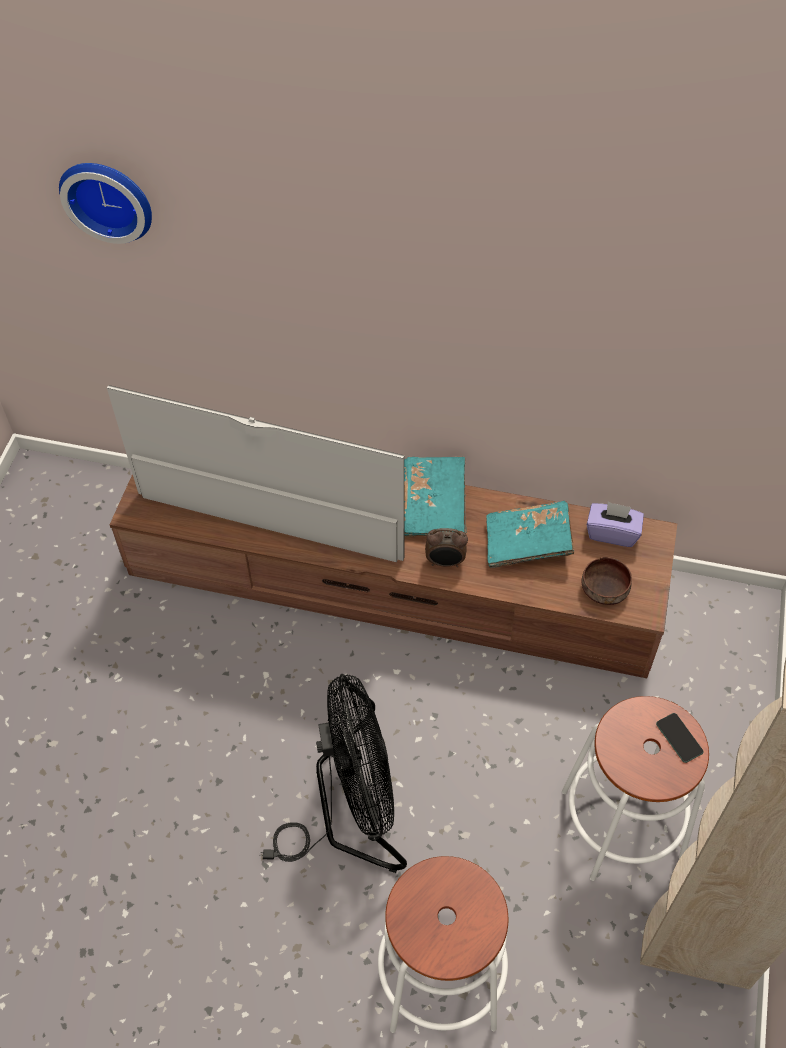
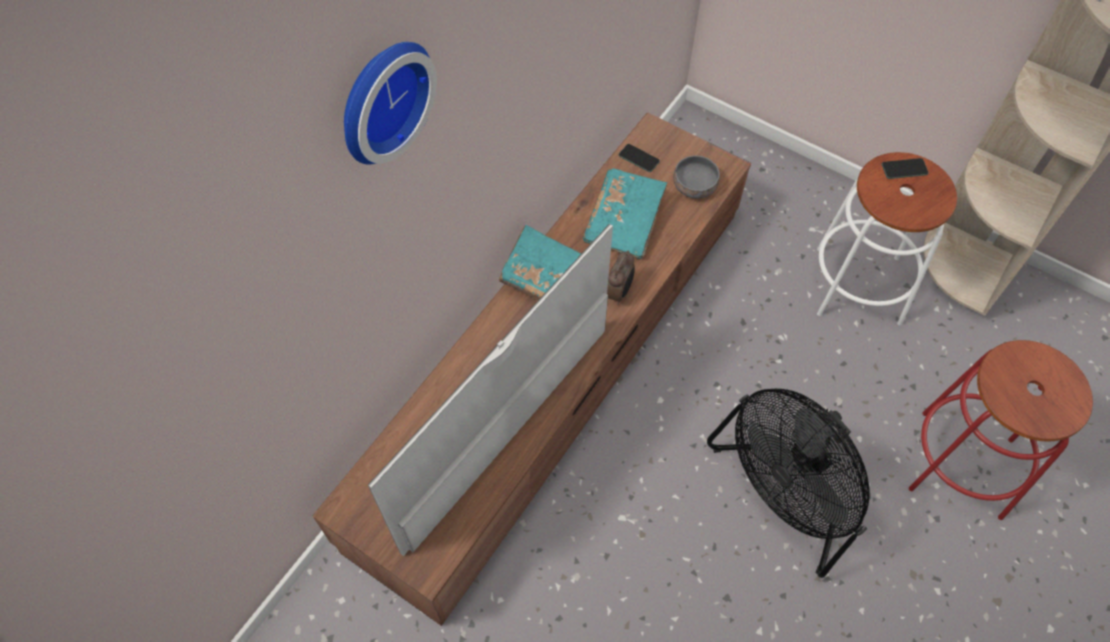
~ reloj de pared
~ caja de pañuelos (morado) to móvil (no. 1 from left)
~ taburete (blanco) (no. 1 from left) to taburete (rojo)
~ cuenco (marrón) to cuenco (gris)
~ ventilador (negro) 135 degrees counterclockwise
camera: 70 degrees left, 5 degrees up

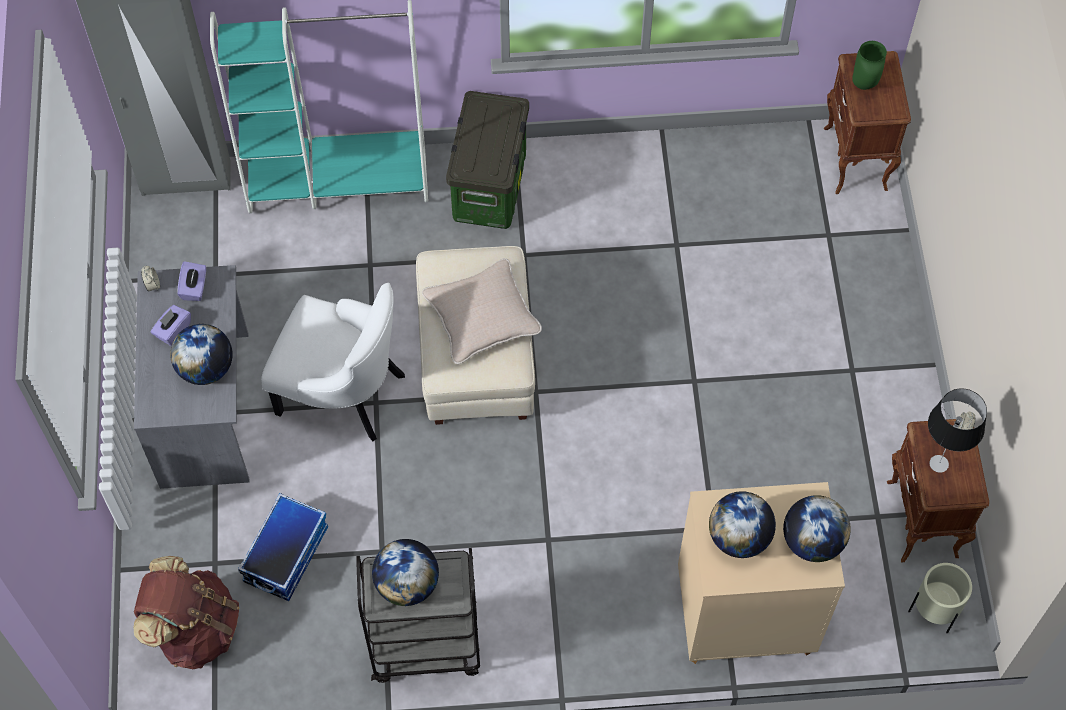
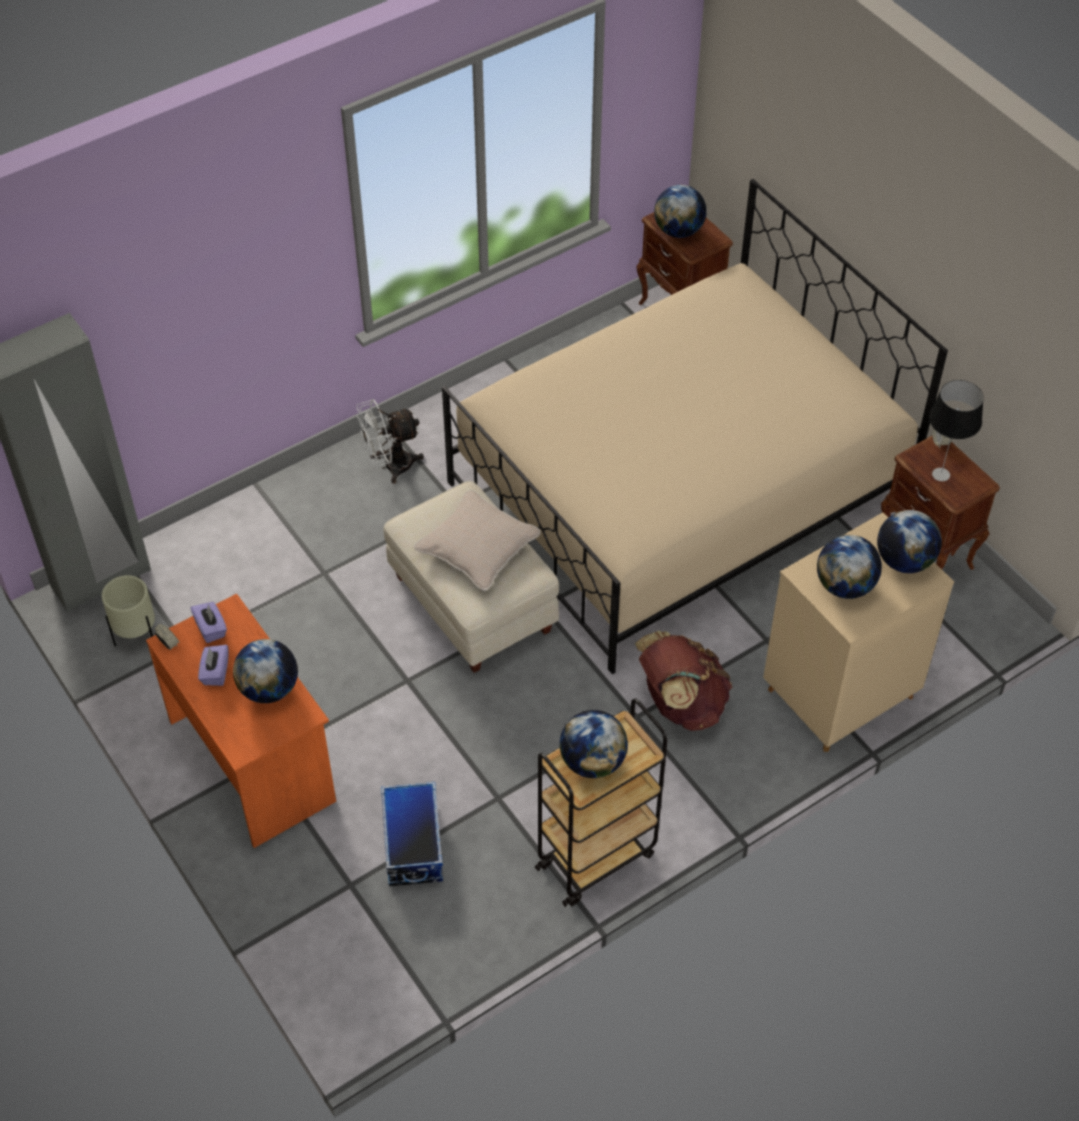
- perchero (turquesa)
- silla (blanco)
+ cama (beis)
~ mochila (marrón)
~ maceta (beis)
~ caja de almacenaje (no. 2 from left) to ventilador (blanco)
~ florero (verde) to globo terráqueo (no. 3 from left)
~ escritorio (gris) to escritorio (naranja)
~ carrito (gris) to carrito (marrón)
camera: 30 degrees left, 10 degrees down

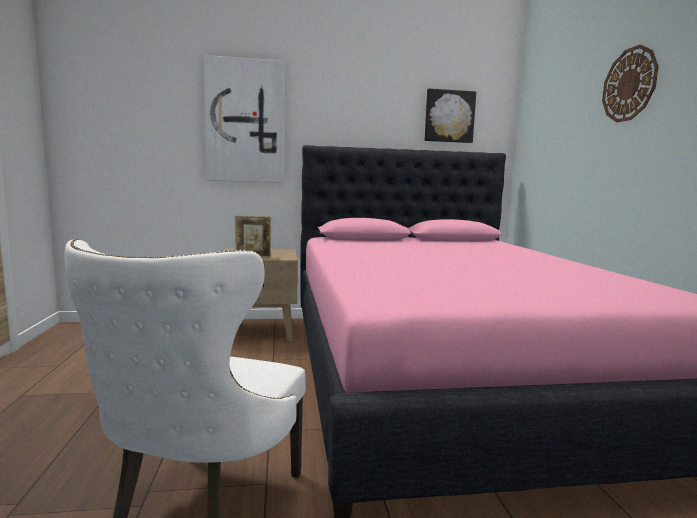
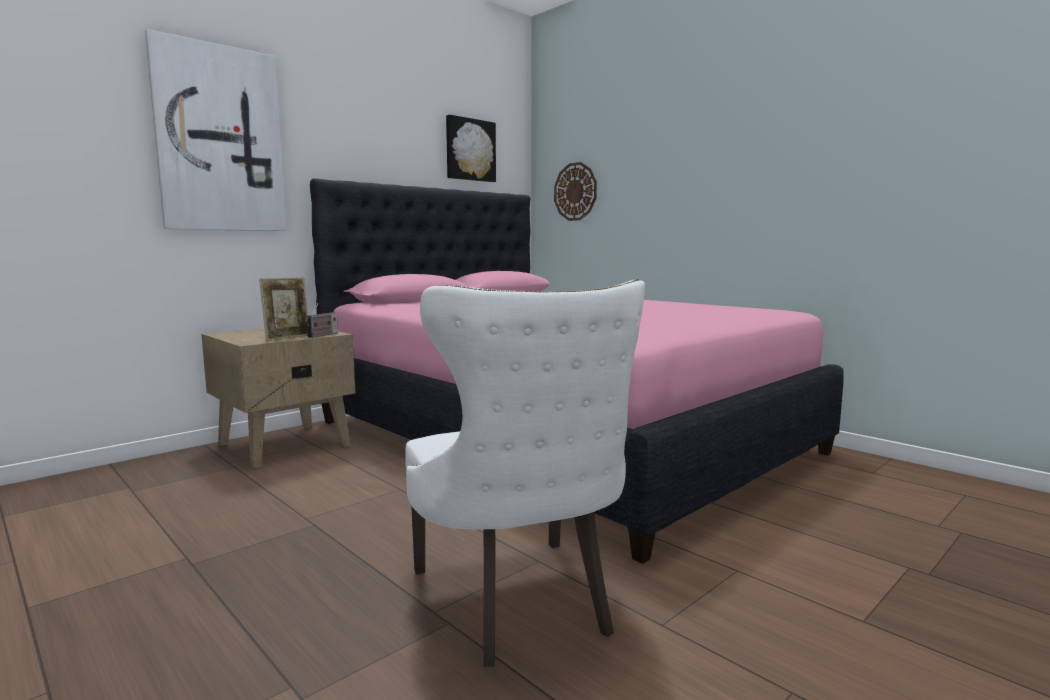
+ radio
~ reloj de pared
camera: 35 degrees left, 0 degrees up

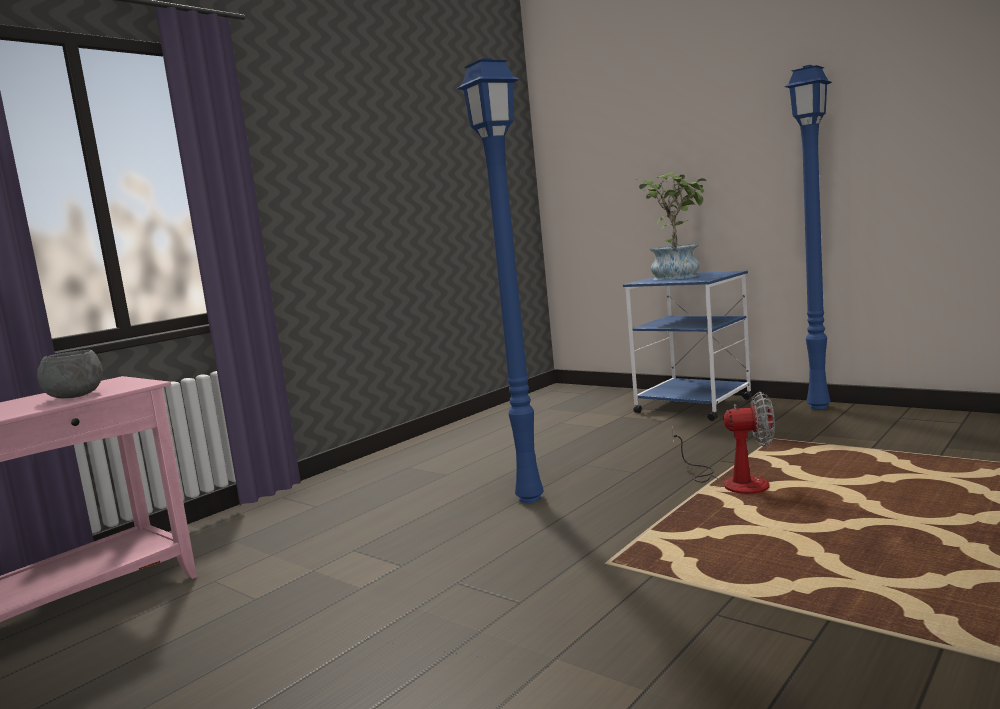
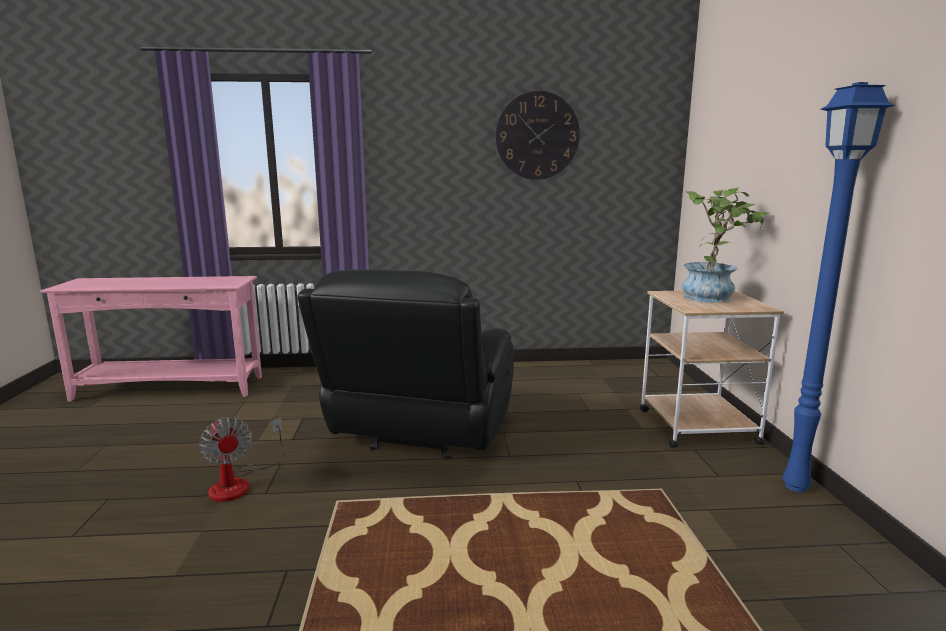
- cuenco (gris)
+ reloj de pared
~ ventilador
~ lámpara de pie (azul) (no. 1 from left) to sillón (negro)
~ carrito (azul) to carrito (beis)
camera: 45 degrees right, 5 degrees up

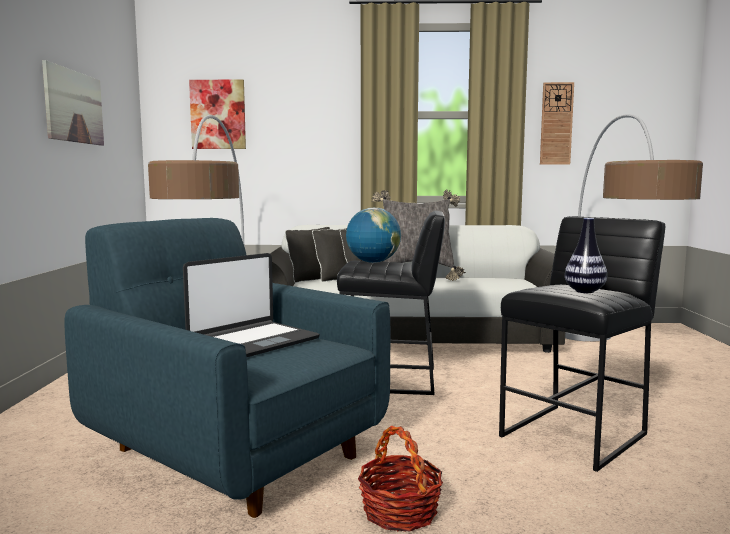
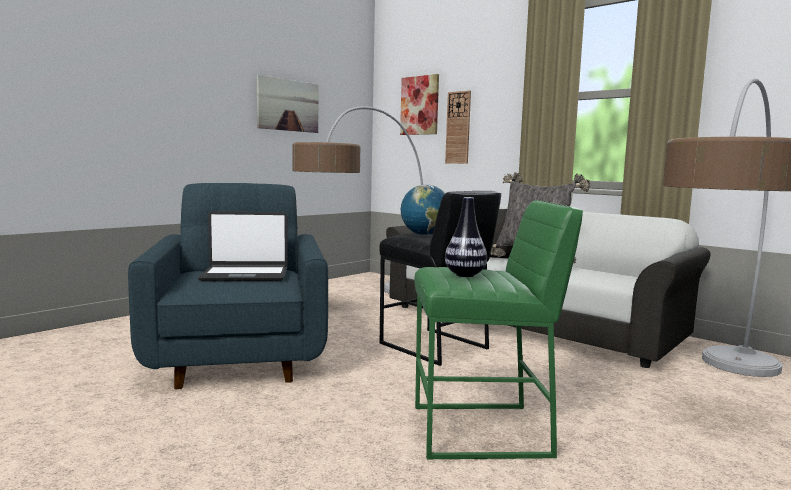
- cesta
~ reloj de pared
~ taburete (negro) (no. 2 from left) to taburete (verde)
camera: 40 degrees right, 0 degrees up

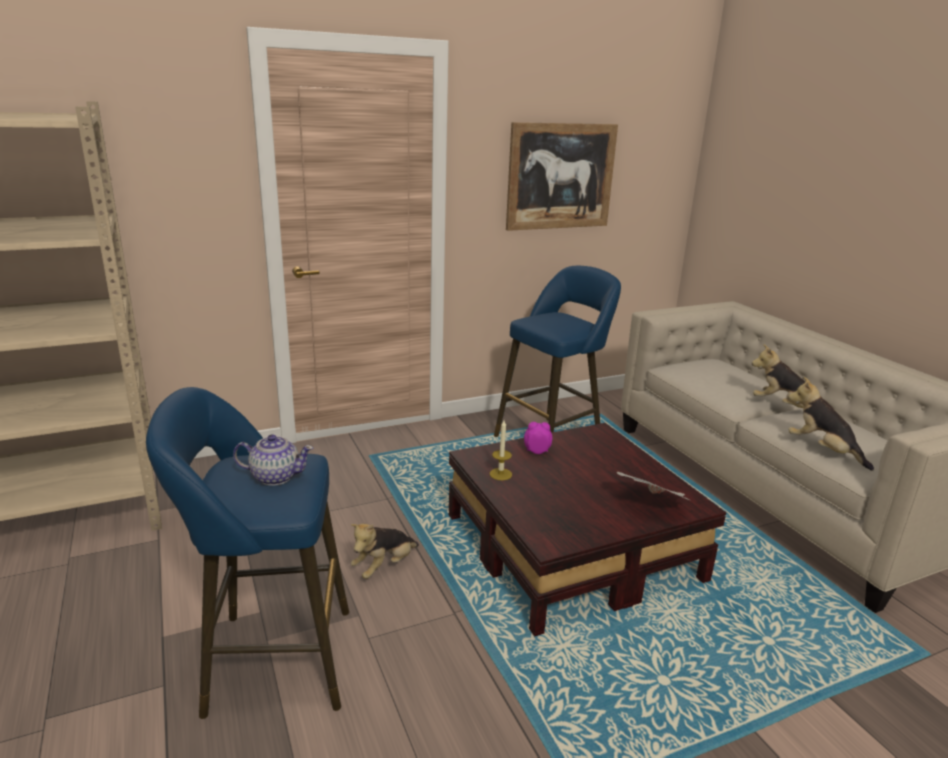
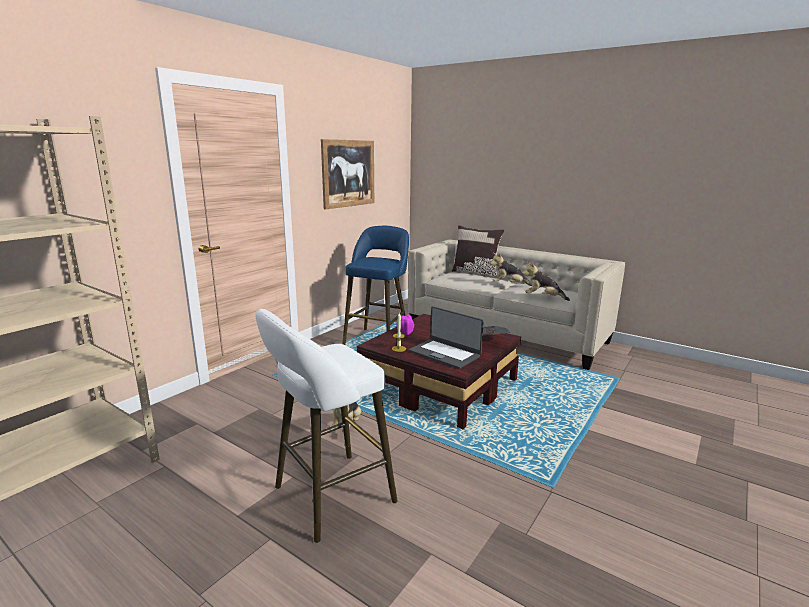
- tetera
+ portátil
+ cojín
~ taburete (azul) (no. 1 from left) to taburete (blanco)
camera: 30 degrees left, 5 degrees down

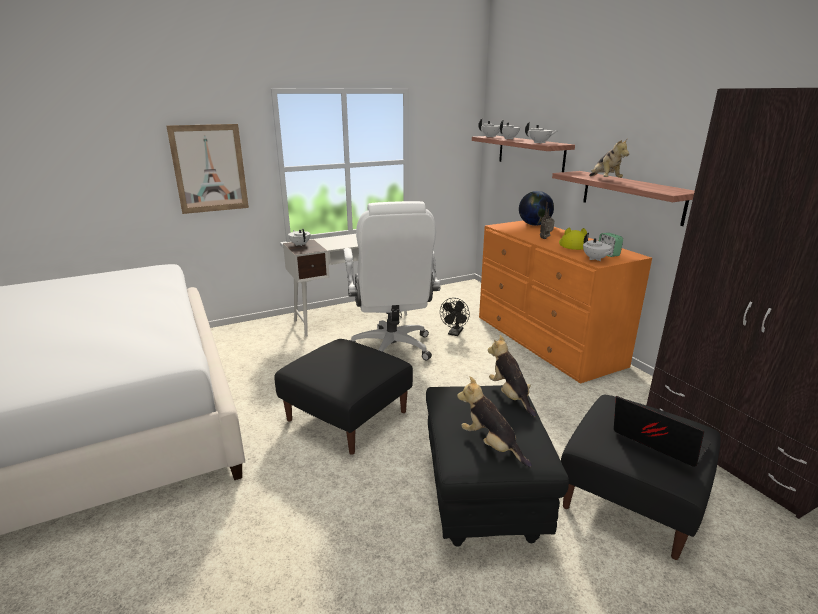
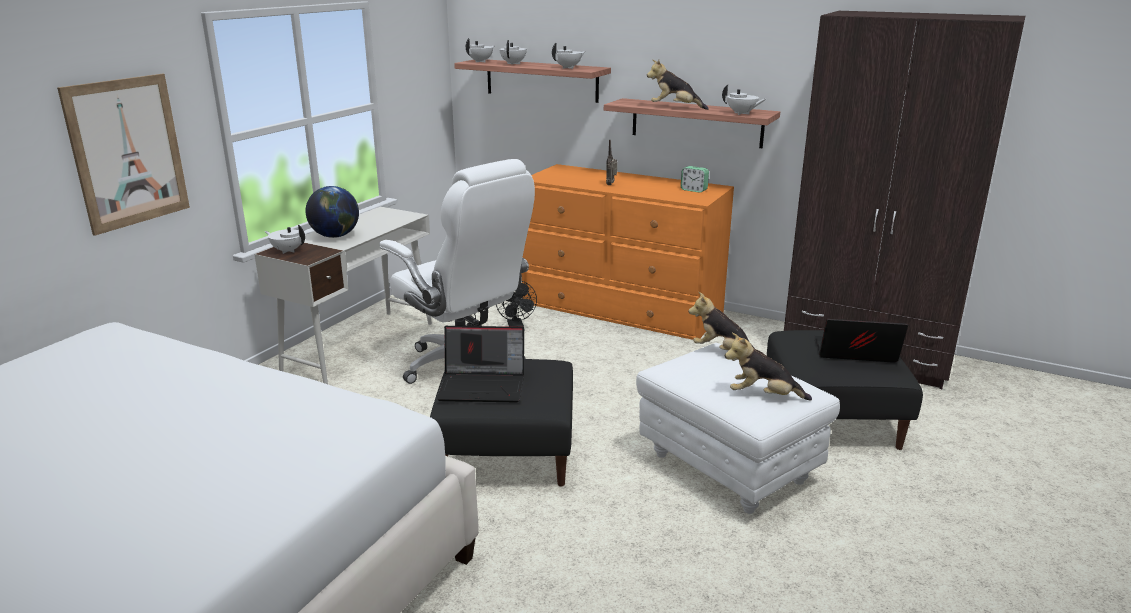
- sombrero (amarillo)
+ portátil (no. 1 from left)
~ globo terráqueo
~ tetera (blanco) (no. 5 from left)
~ puf (negro) (no. 2 from left) to puf (blanco)
~ peluche (no. 3 from left in the first image) 150 degrees clockwise
camera: 35 degrees left, 0 degrees up

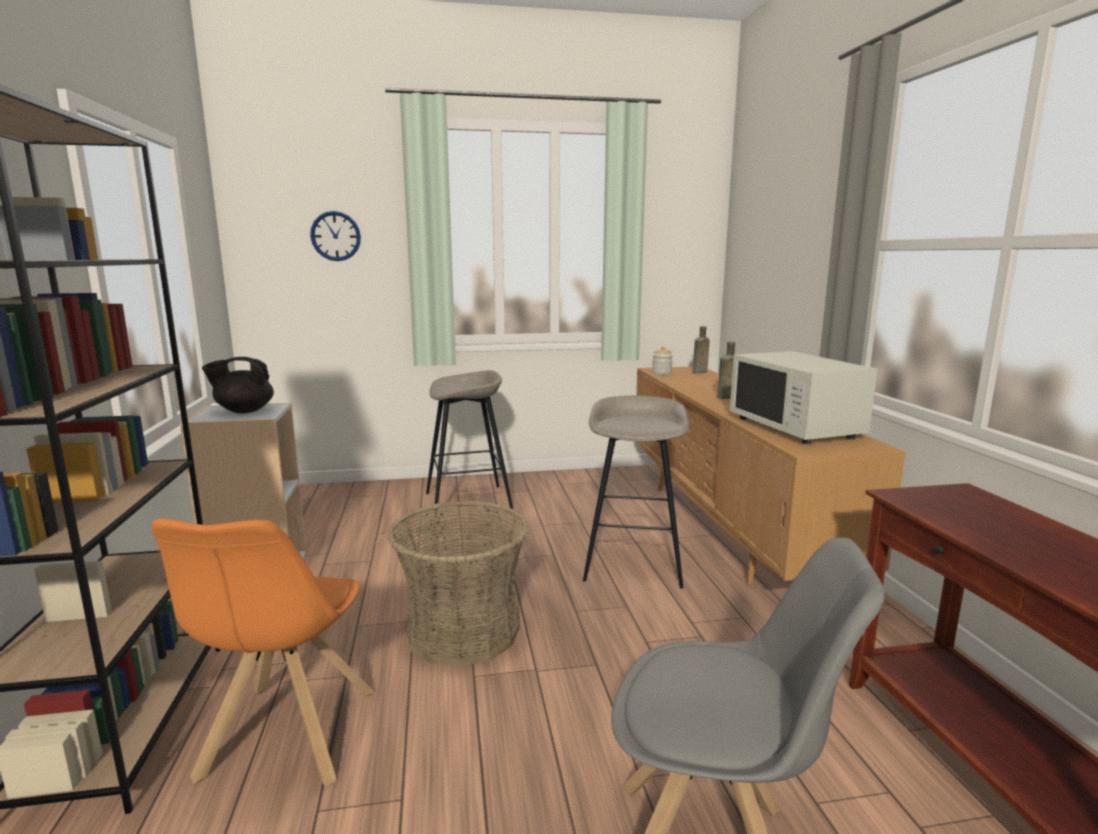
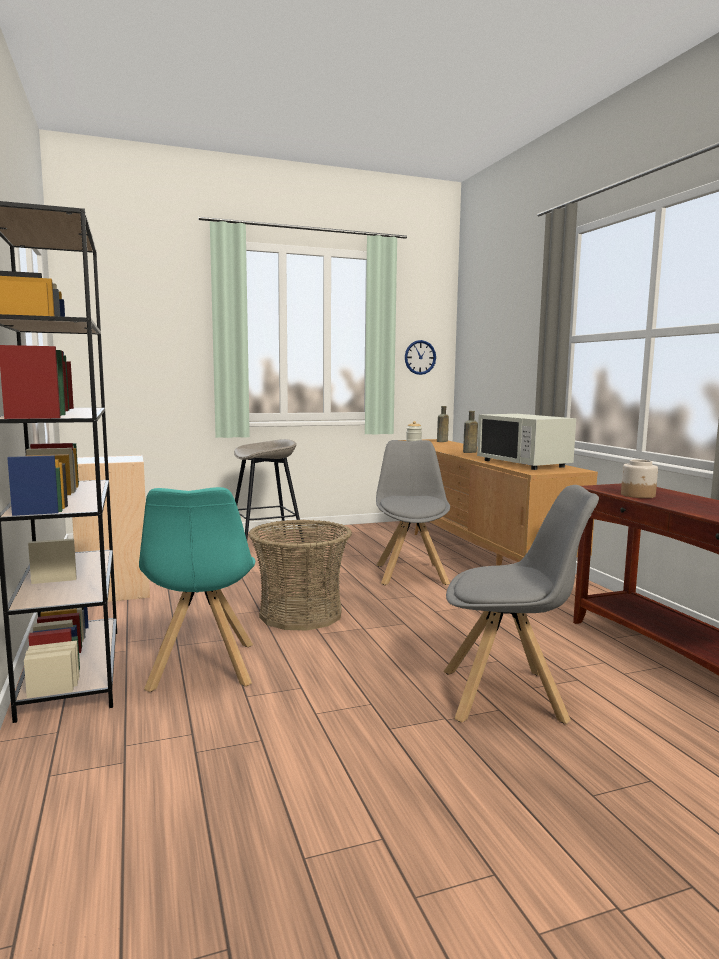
- tetera (negro)
+ tarro (no. 2 from left)
~ reloj de pared
~ taburete (gris) (no. 2 from left) to silla (gris) (no. 1 from left)
~ silla (naranja) to silla (turquesa)
camera: 10 degrees left, 5 degrees down

